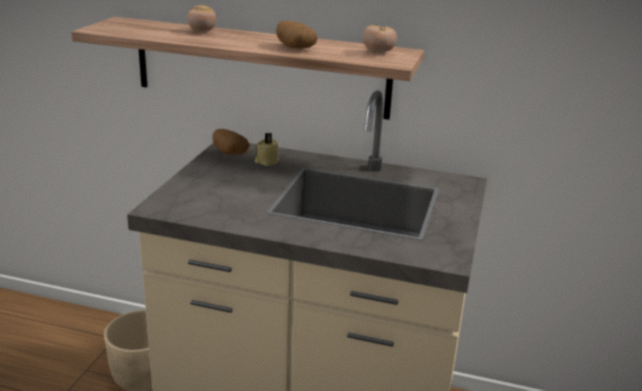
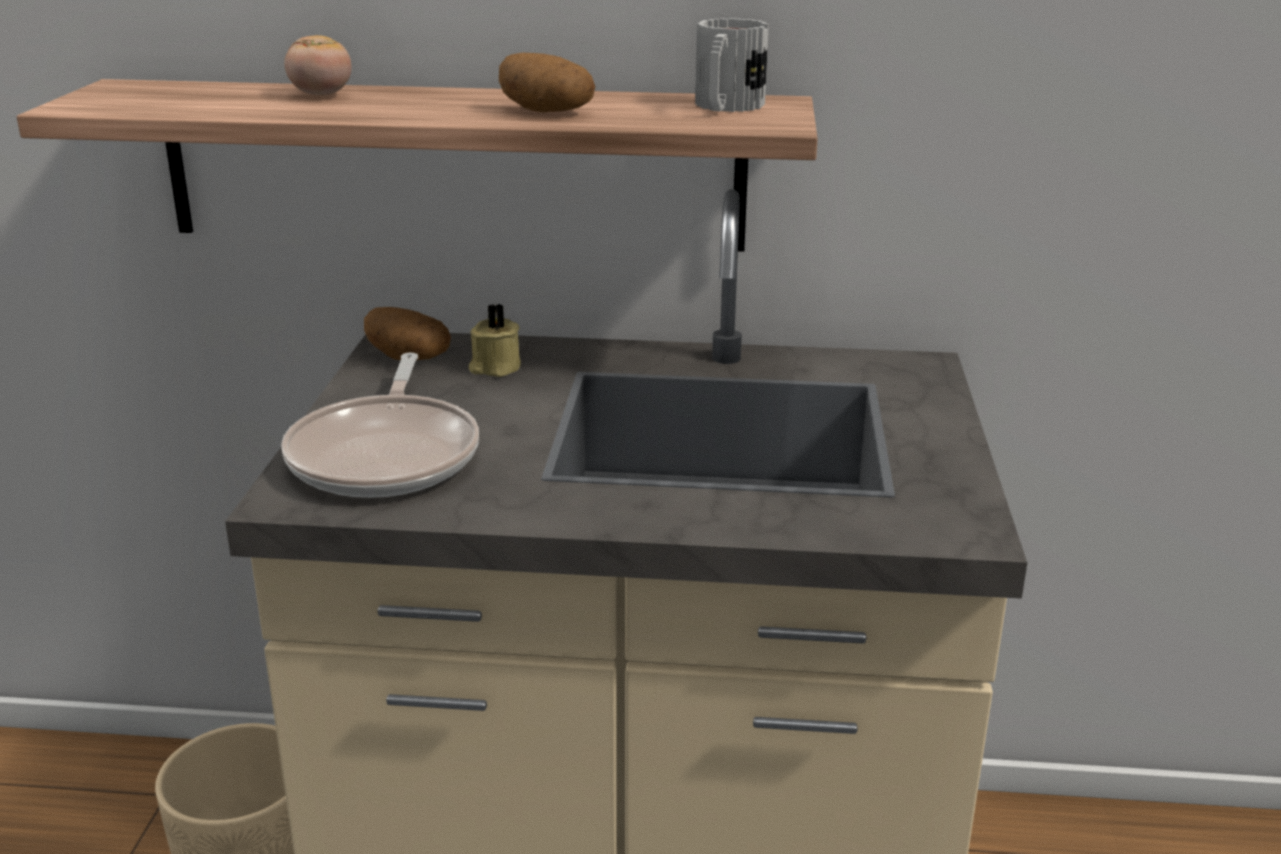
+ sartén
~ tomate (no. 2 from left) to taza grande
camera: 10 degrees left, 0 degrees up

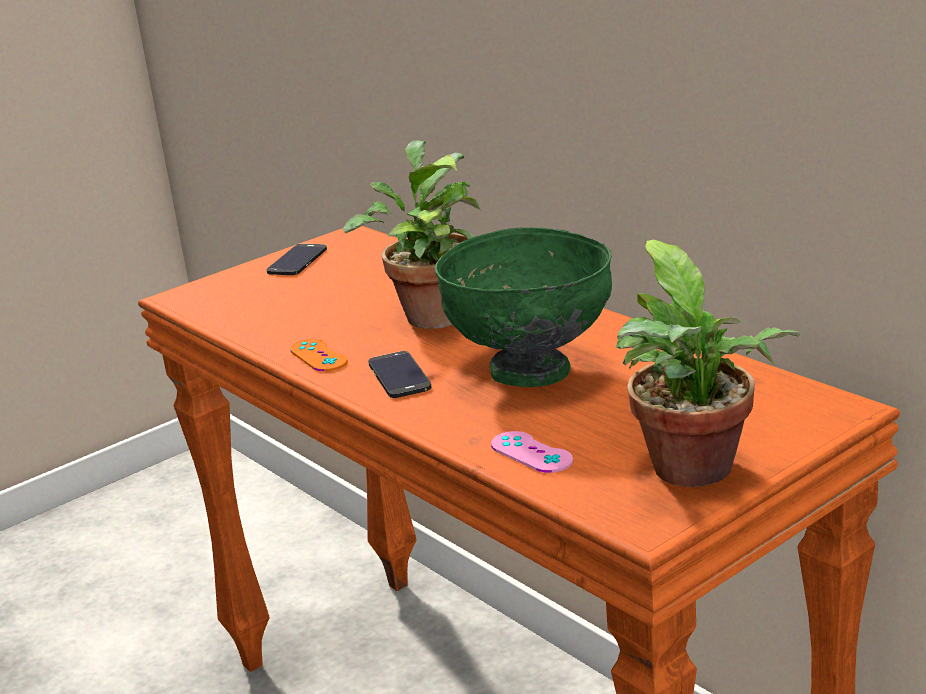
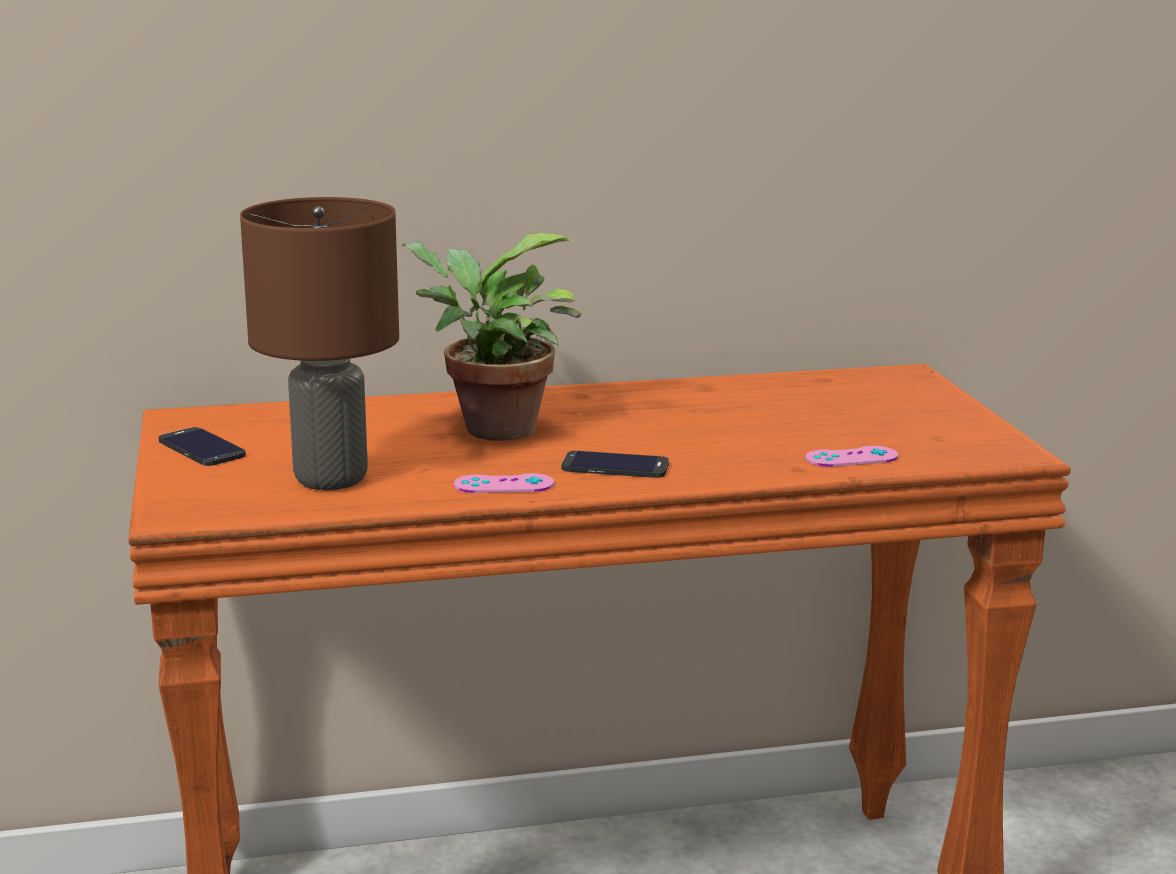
- cuenco (verde)
- planta en maceta (no. 2 from left)
+ lámpara de mesa (marrón)
~ mando de consola (naranja) to mando de consola (rosa) (no. 1 from left)
camera: 65 degrees left, 5 degrees down

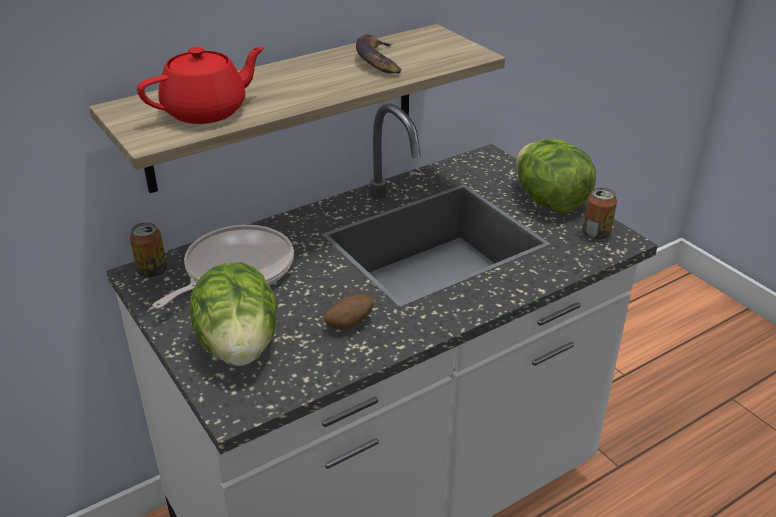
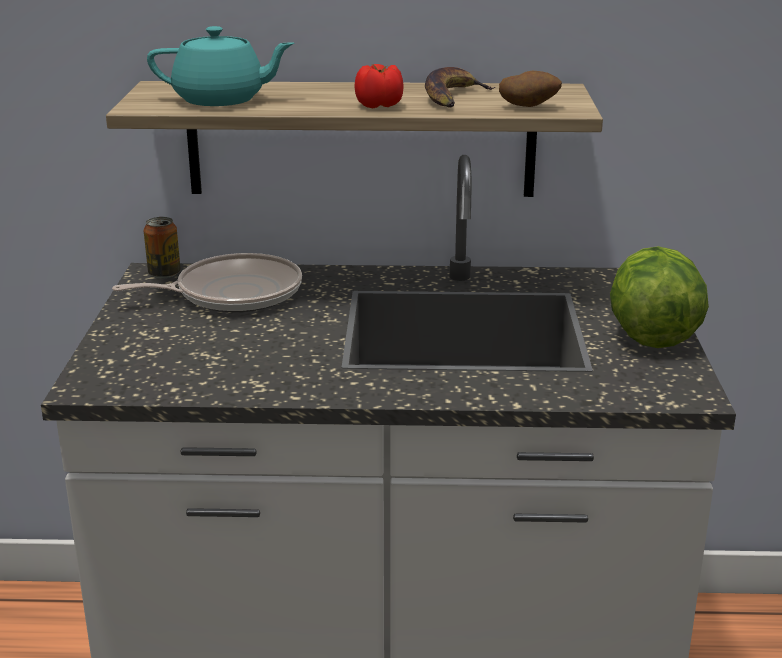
- lechuga (no. 1 from left)
- lata (no. 2 from left)
+ tomate
~ patata
~ tetera (rojo) to tetera (turquesa)
camera: 35 degrees right, 10 degrees down

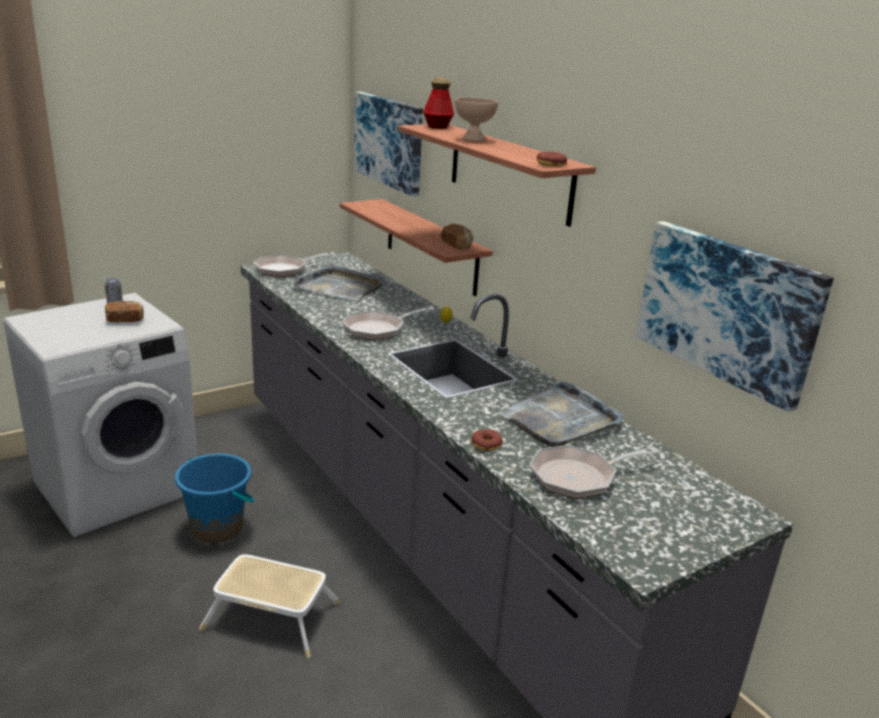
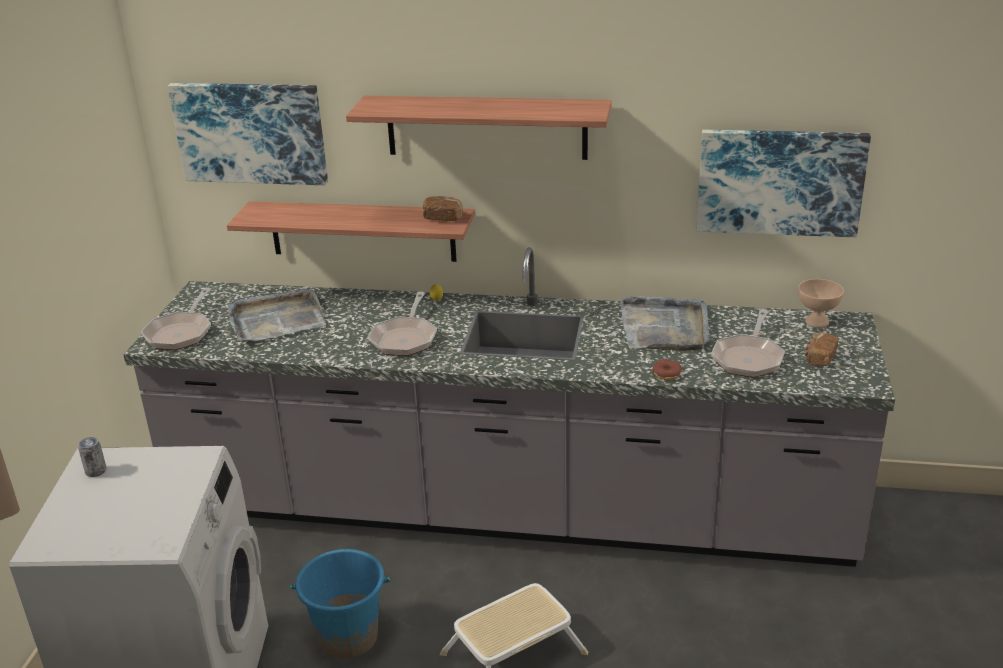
- botella
- rosquilla (no. 2 from left)
~ pan (no. 1 from left in the first image) to pan (no. 2 from left)
~ cuenco (beis)
camera: 45 degrees left, 5 degrees up

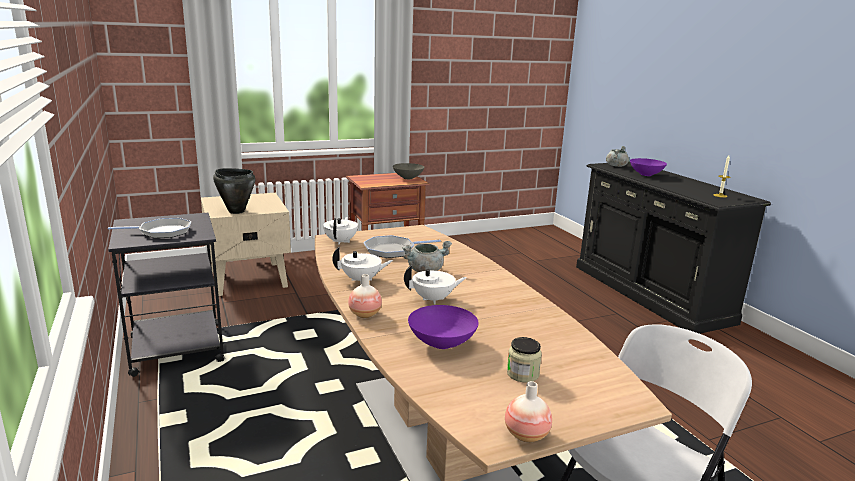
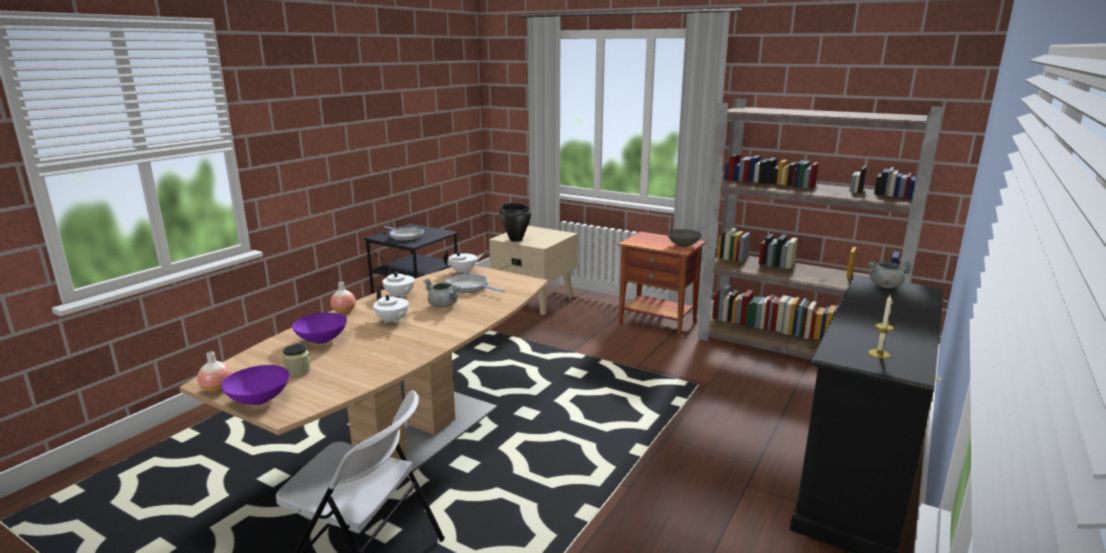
+ estantería (marrón)
~ cuenco (morado) (no. 2 from left in the first image) to cuenco (morado) (no. 1 from left)
camera: 55 degrees right, 0 degrees up

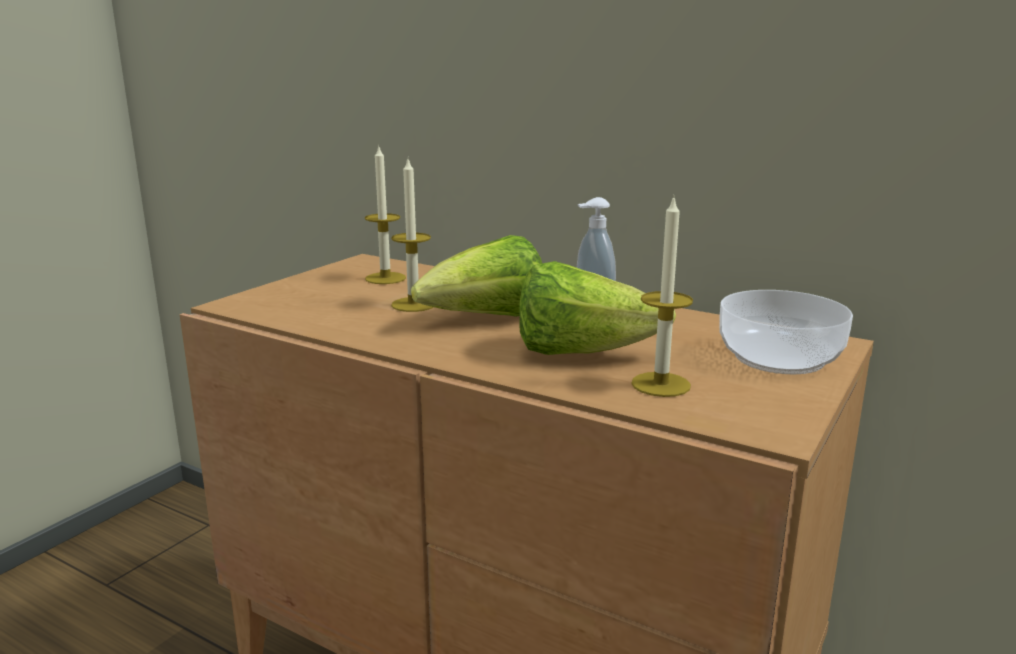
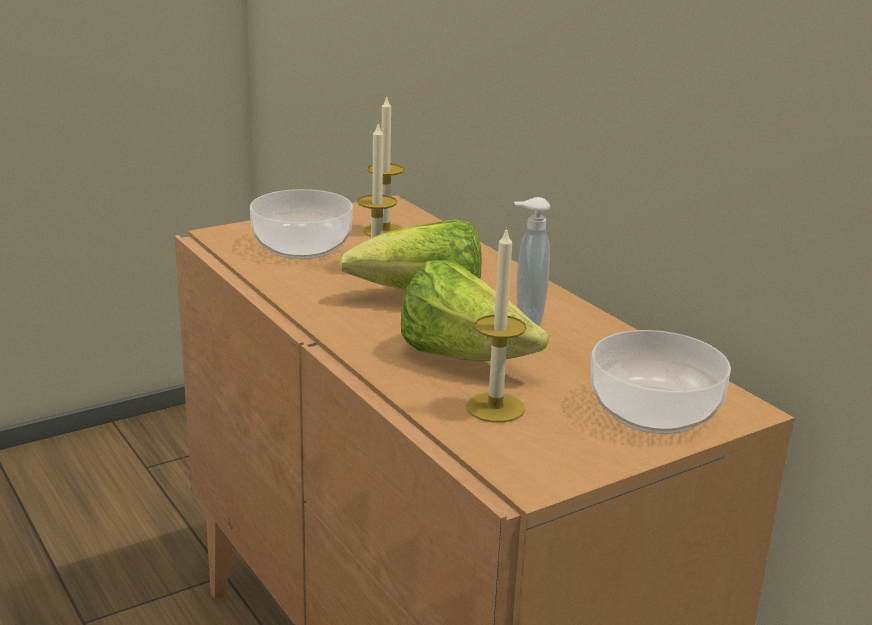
+ cuenco (no. 1 from left)
camera: 25 degrees right, 5 degrees up

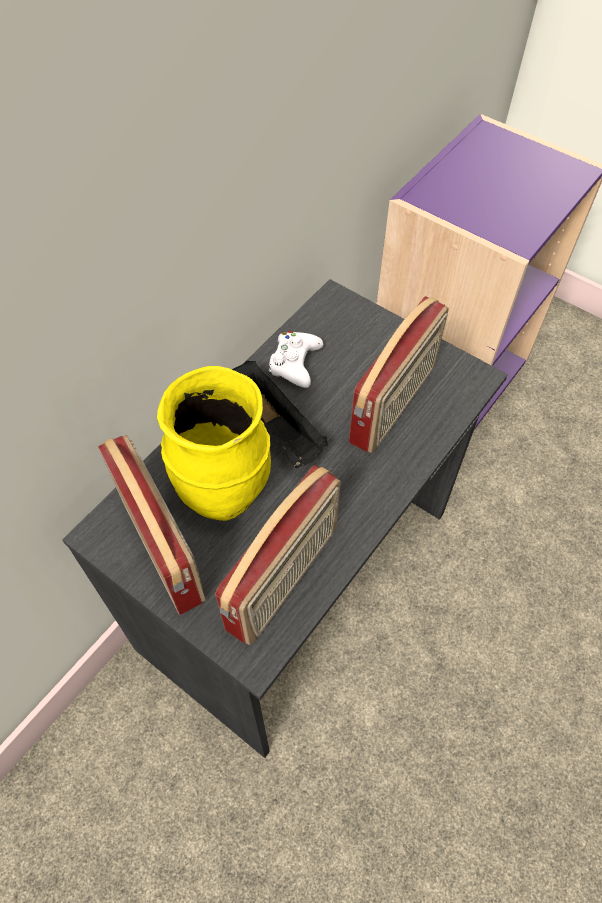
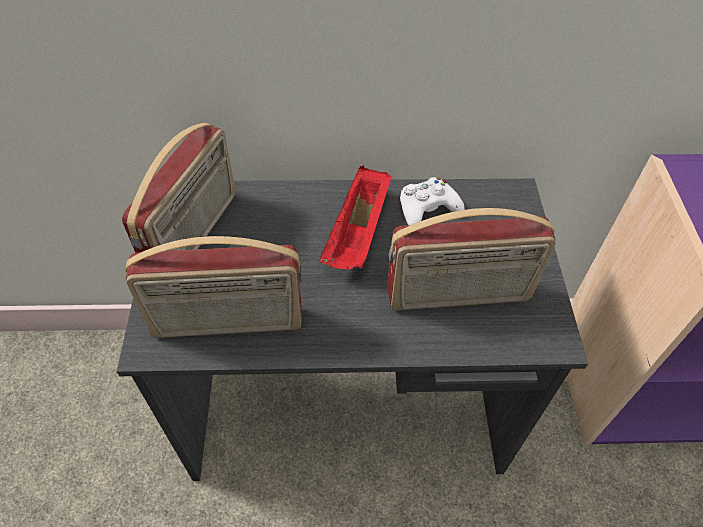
- florero (amarillo)
~ bandeja (negro) to bandeja (rojo)
camera: 50 degrees right, 5 degrees down

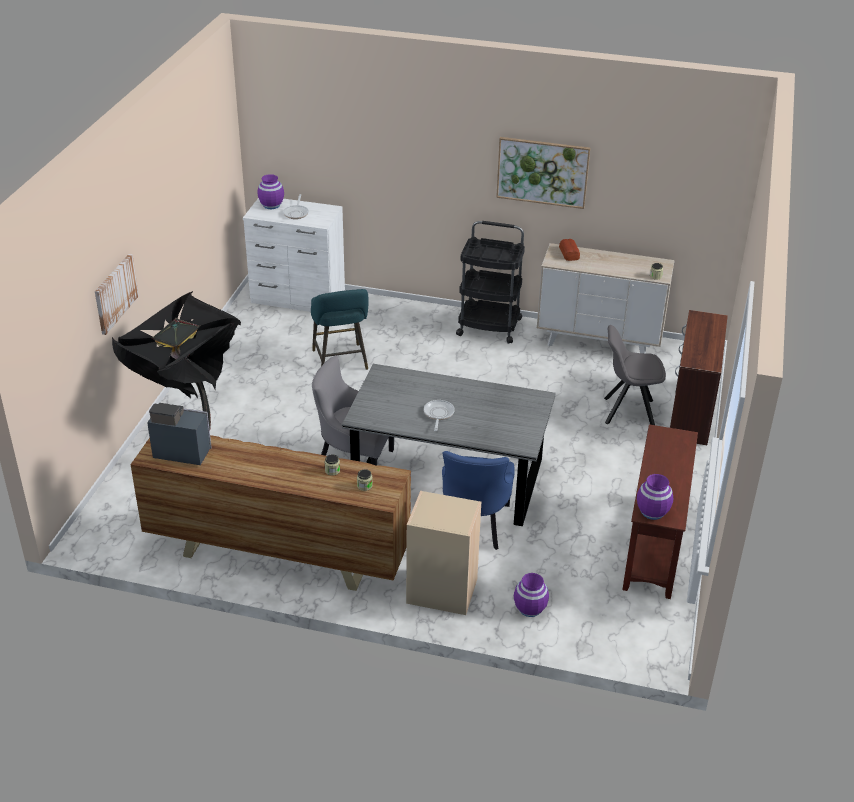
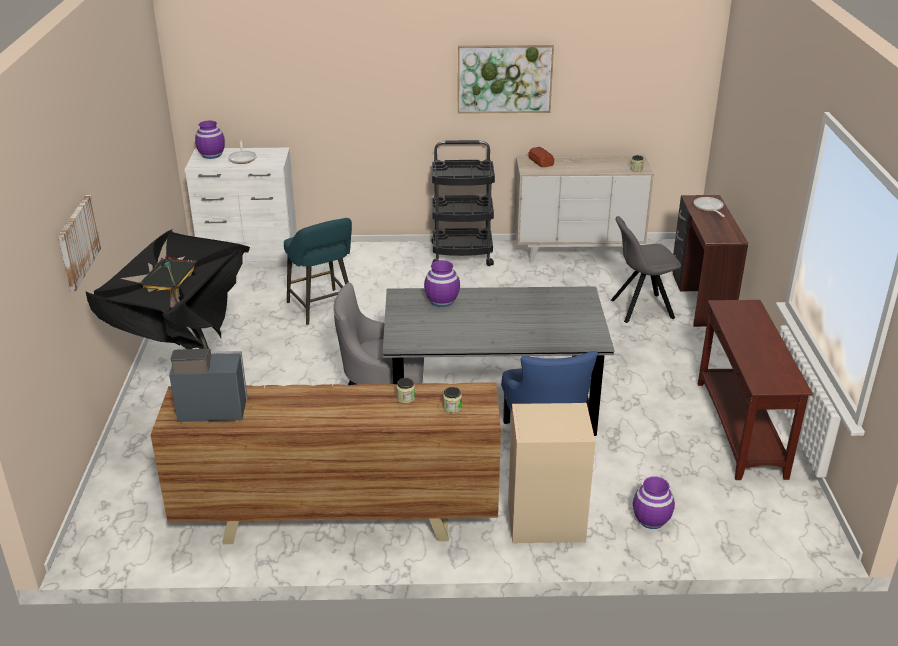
~ sartén (no. 2 from left)
~ florero (morado) (no. 3 from left in the first image) to florero (morado) (no. 2 from left)
camera: 15 degrees left, 5 degrees down

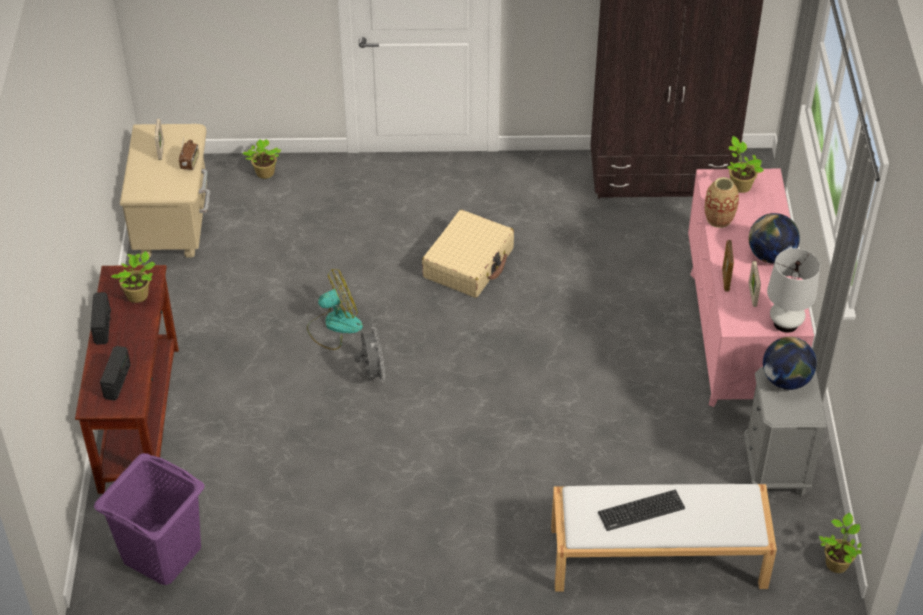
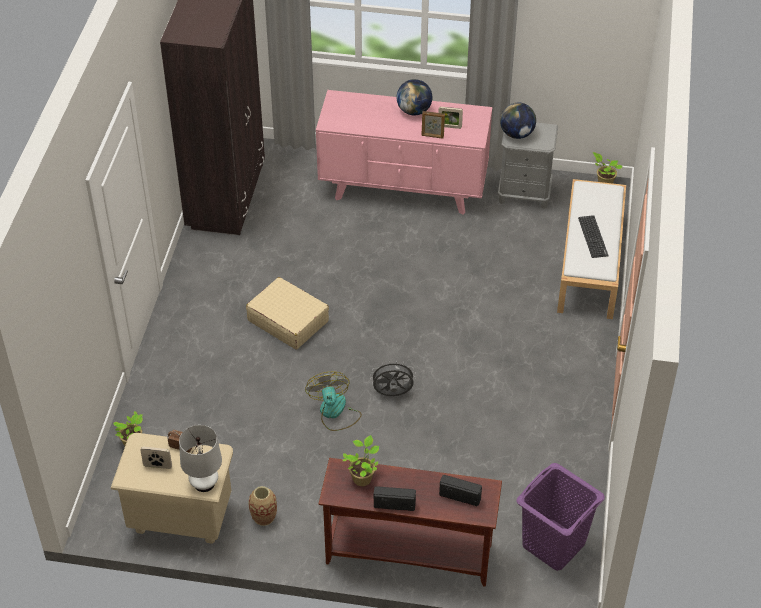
- planta en maceta (no. 3 from left)
~ florero
~ lámpara de mesa (blanco)
camera: 80 degrees left, 0 degrees up

